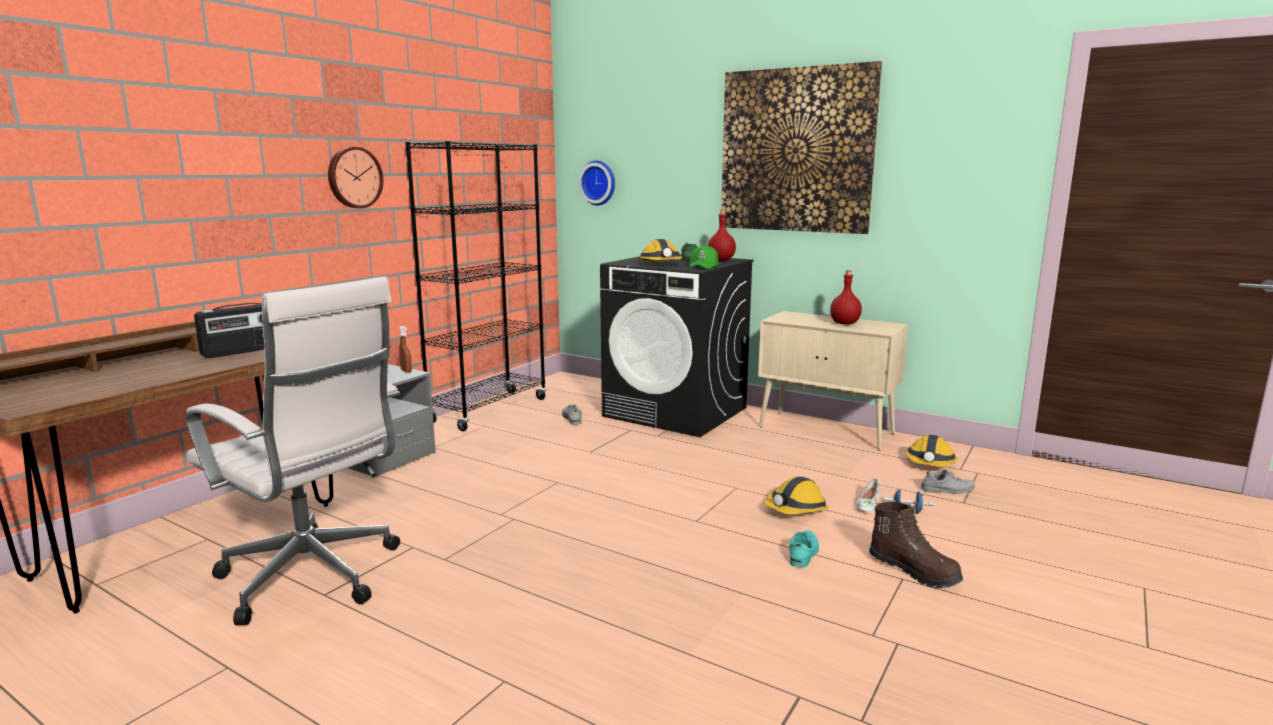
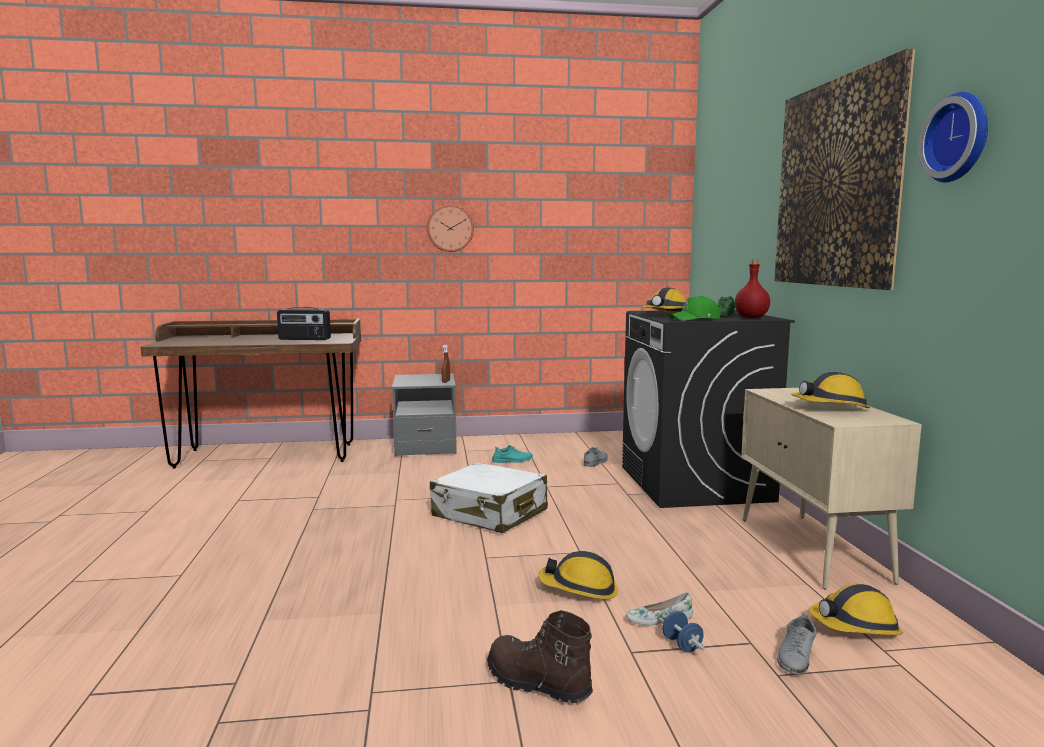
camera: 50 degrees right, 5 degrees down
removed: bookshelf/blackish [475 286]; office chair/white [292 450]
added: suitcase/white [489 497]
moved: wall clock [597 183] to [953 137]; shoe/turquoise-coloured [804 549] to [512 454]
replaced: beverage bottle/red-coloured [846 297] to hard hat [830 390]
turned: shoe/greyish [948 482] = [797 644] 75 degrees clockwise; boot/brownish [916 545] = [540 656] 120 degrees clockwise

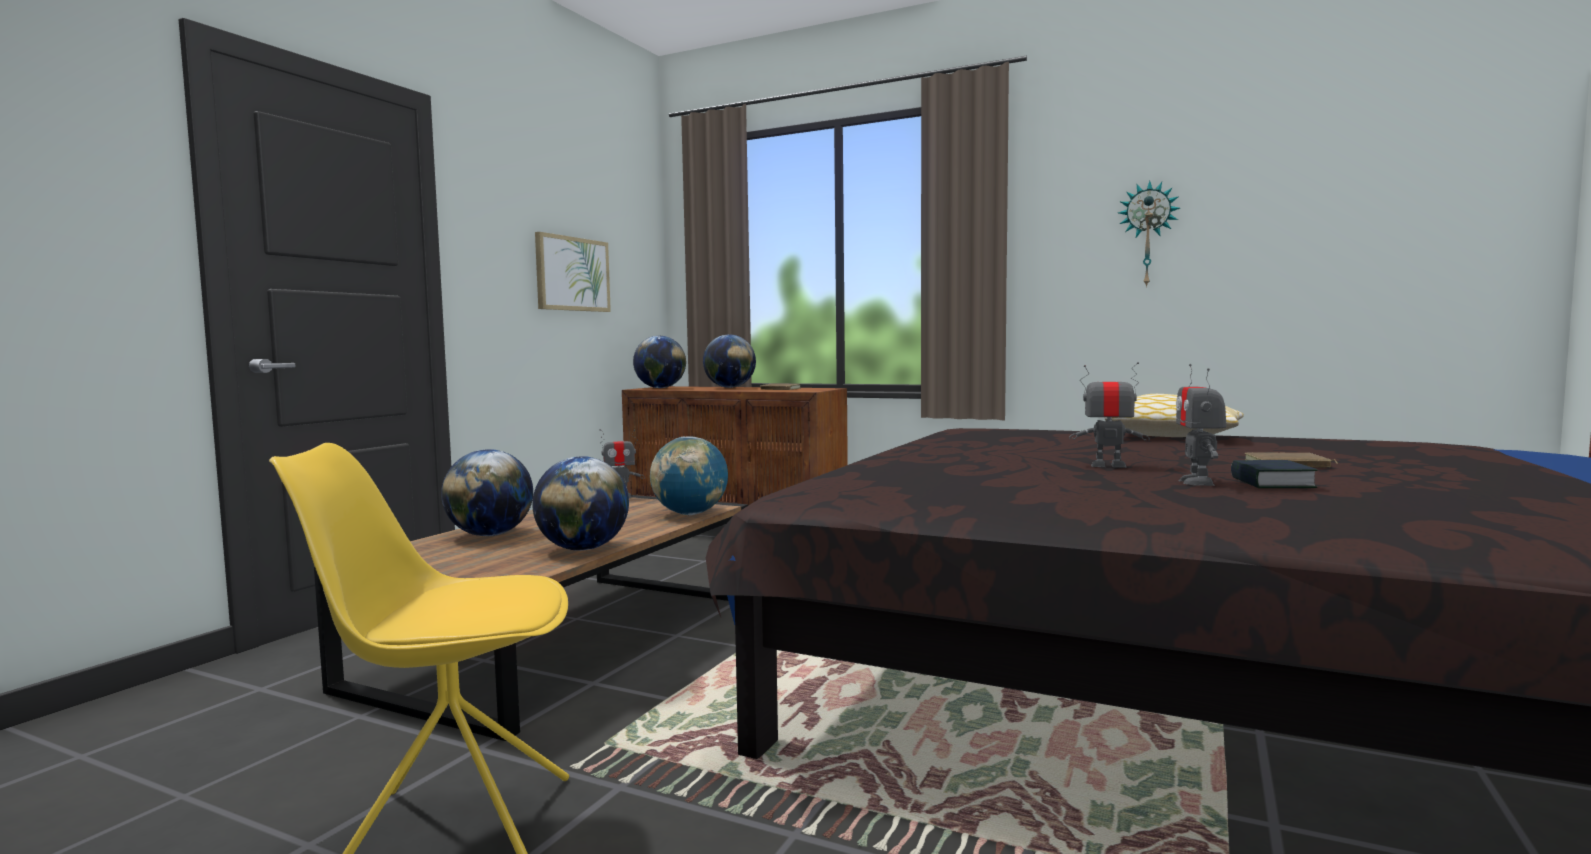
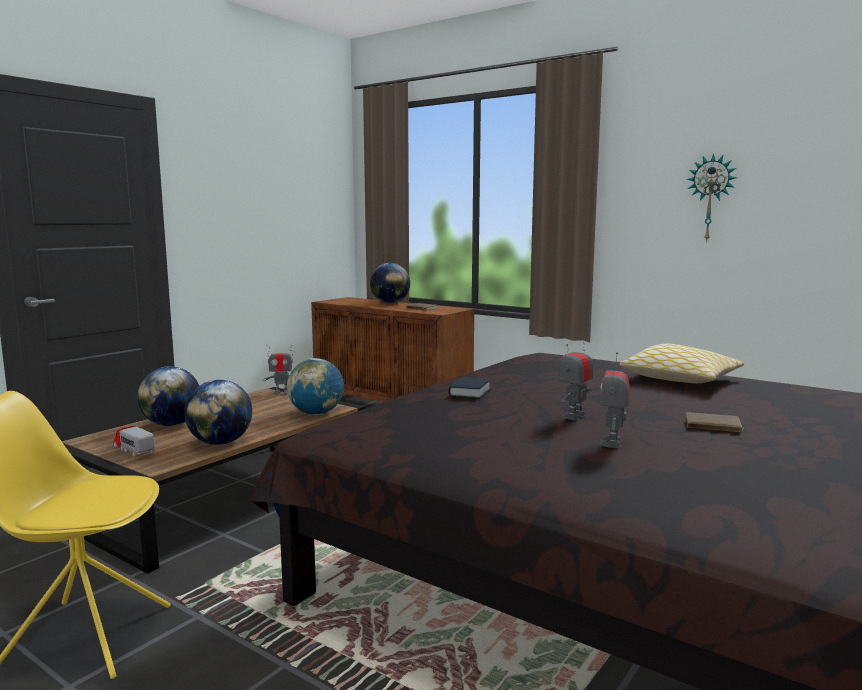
camera: 10 degrees right, 5 degrees up
removed: wall art [573 272]; desk globe [659 362]
added: model truck [134 441]
moved: bound book [1274 474] to [470 388]
turned: model robot [1109 415] = [576 378] 75 degrees counterclockwise

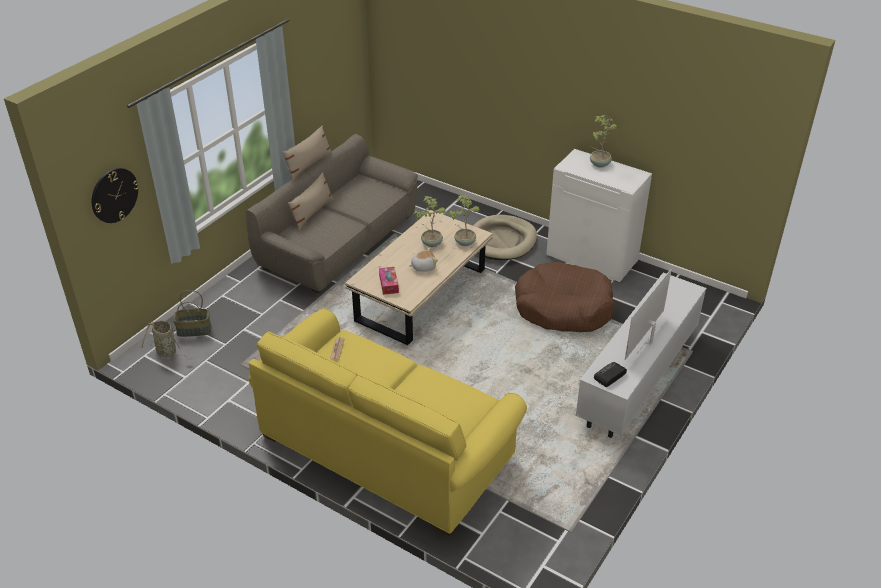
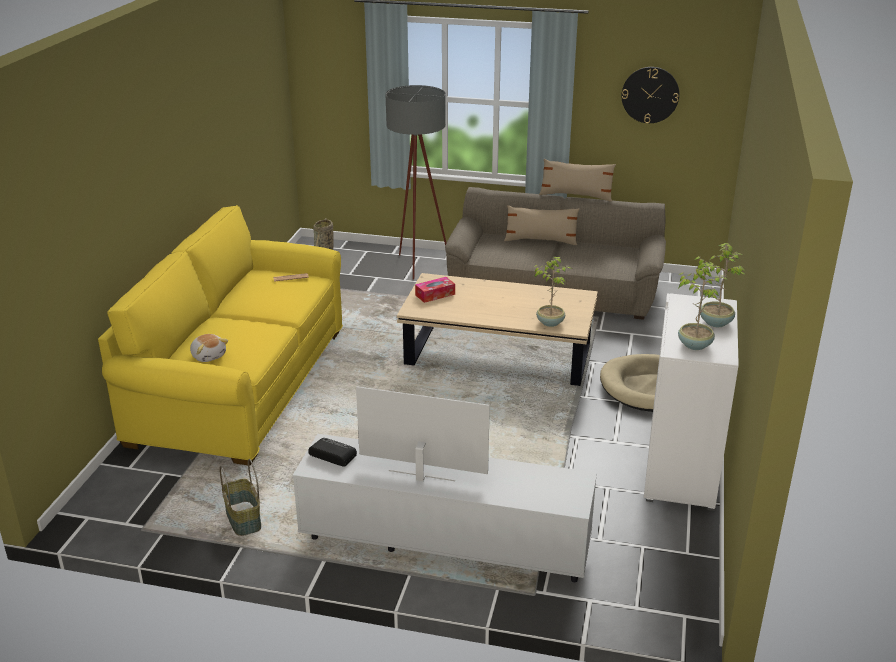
camera: 70 degrees right, 10 degrees down
removed: pet bed/brownish [564 297]
added: standing lamp/greyish [416 182]
moved: wall clock [115 195] to [650 95]; plant in a pot [430 221] to [702 306]; plush toy [423 259] to [209 348]; household basket [192 313] to [240 497]

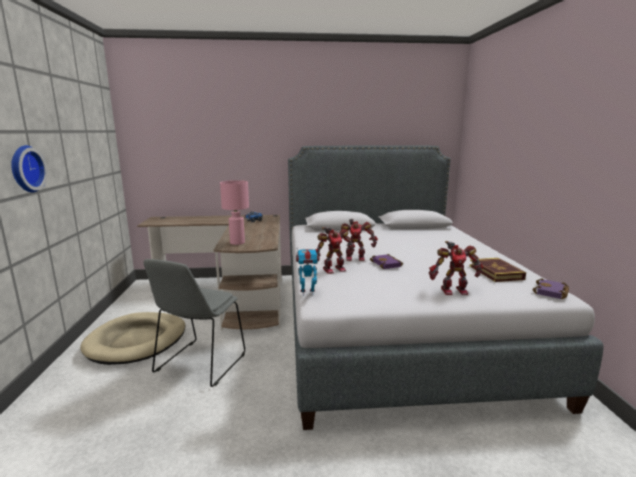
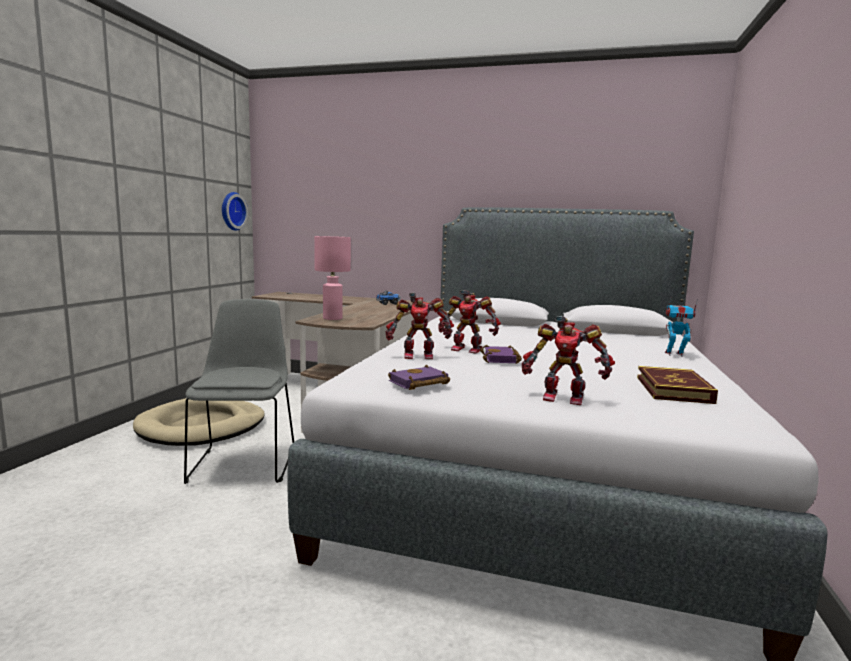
camera: 20 degrees right, 5 degrees down
moved: wall clock [29 169] to [235 211]; model robot [307 272] to [681 327]; bound book/purple [551 288] to [419 377]
turned: chair/greyish [194 323] = [239 391] 135 degrees clockwise

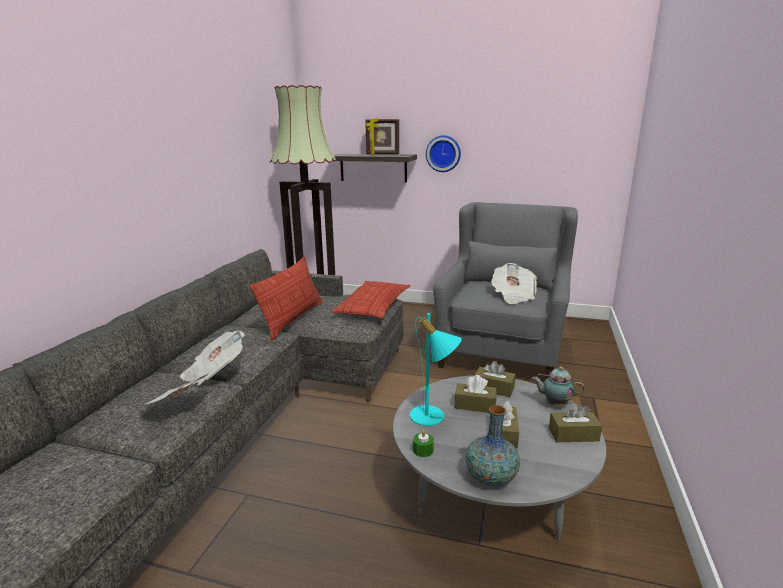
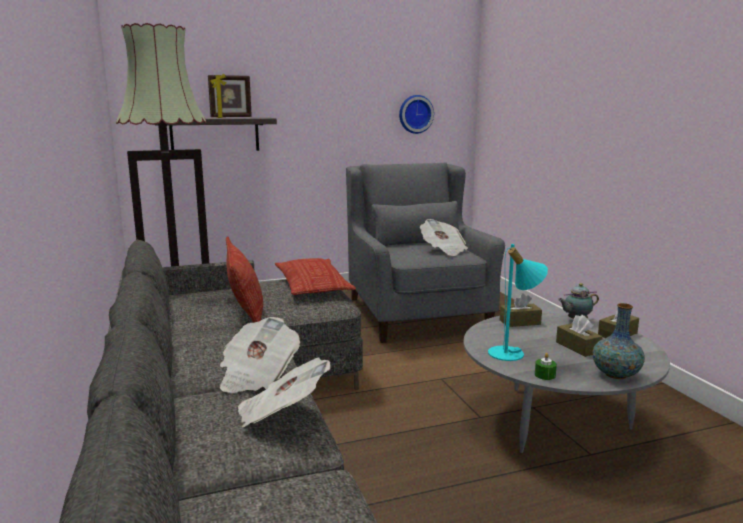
camera: 35 degrees left, 5 degrees down
removed: tissue holder/brownish [476 394]
moved: wall clock [443 153] to [416 114]

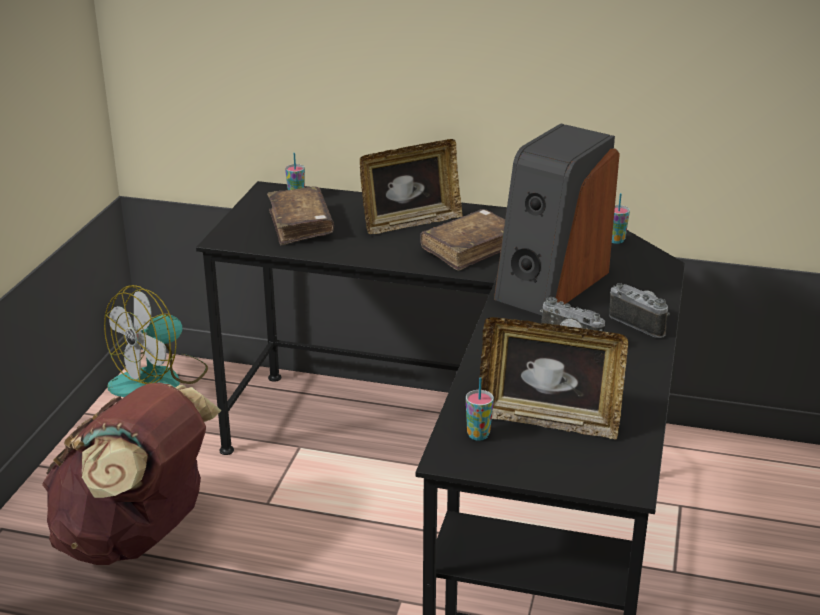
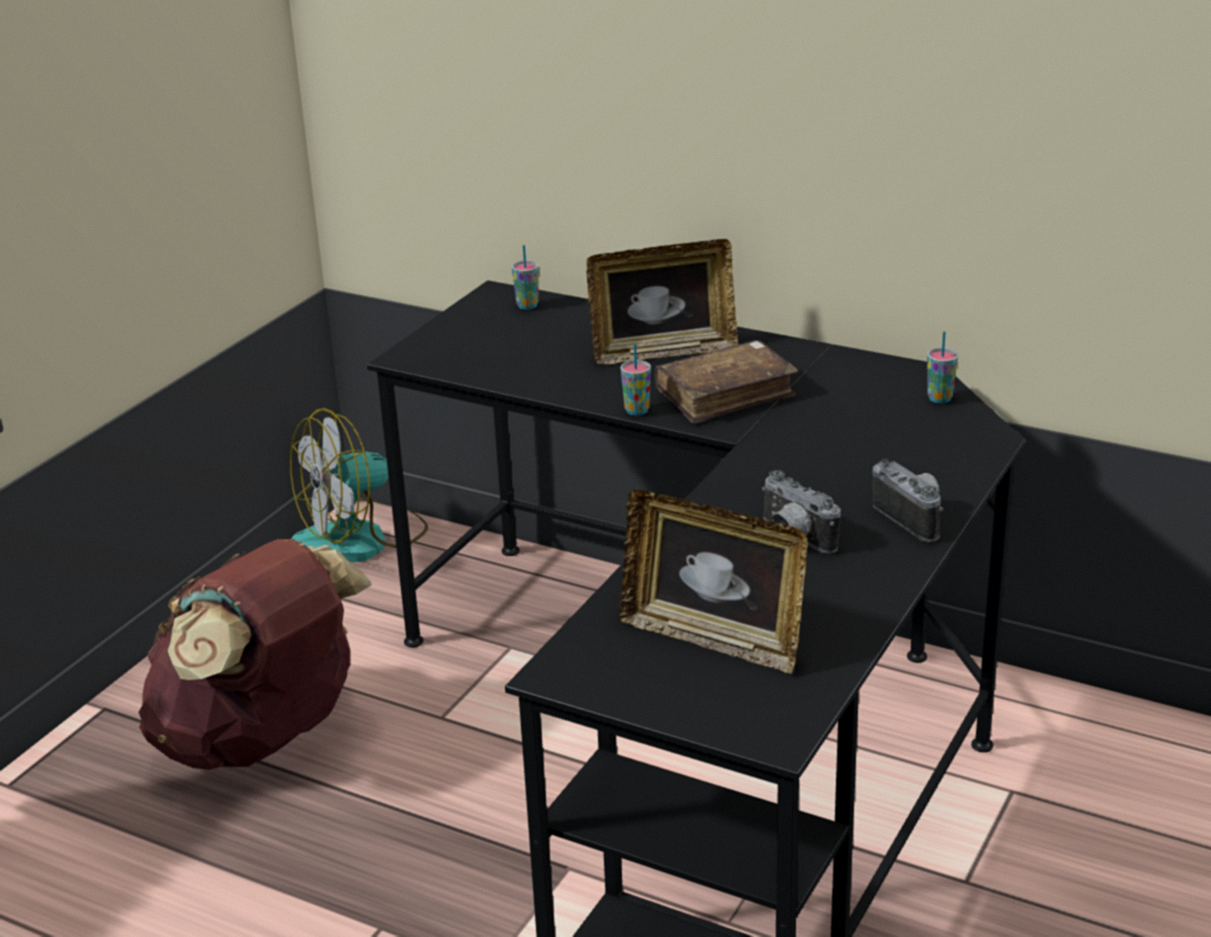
camera: 15 degrees right, 0 degrees up
removed: loudspeaker [557 219]; bound book/brownish [300 215]
moved: cup [480 409] to [636 380]

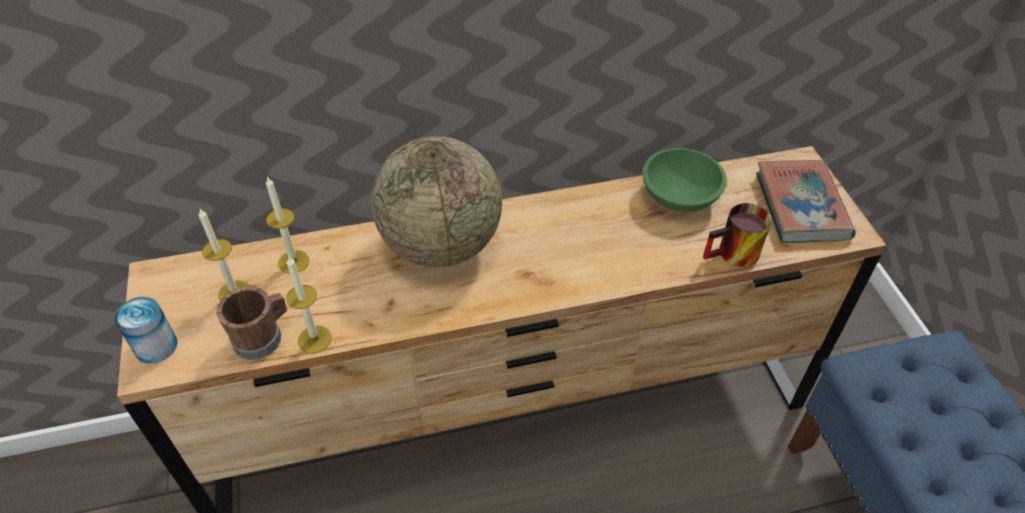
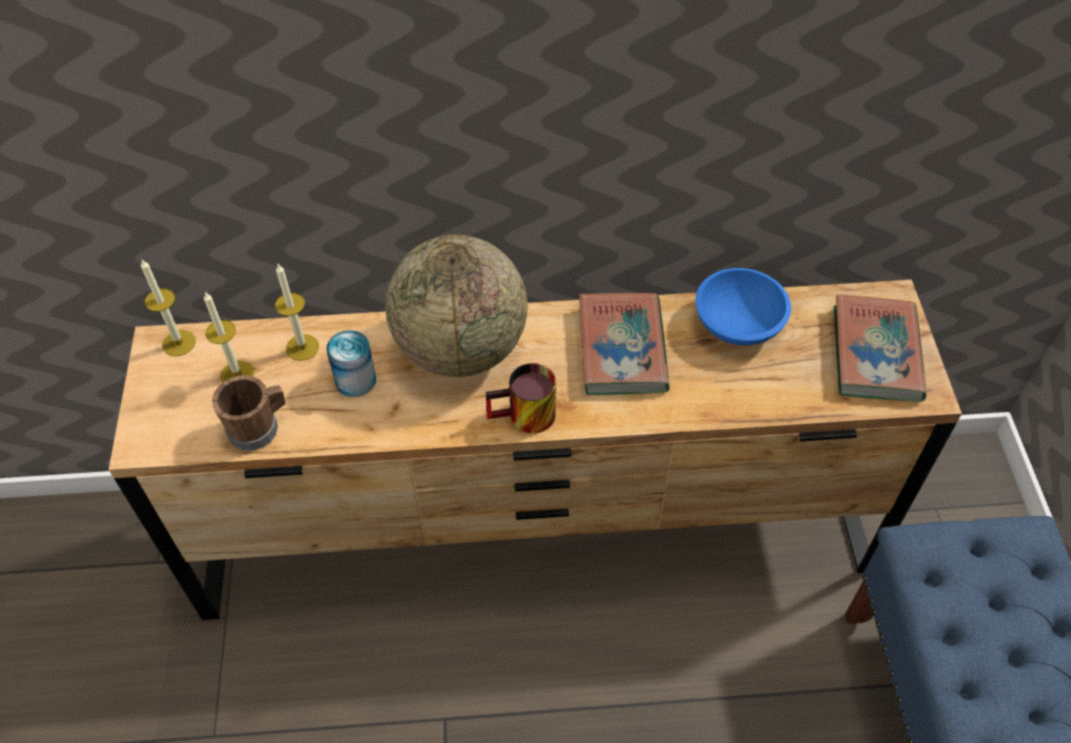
camera: 10 degrees right, 5 degrees up
added: bound book [624 344]
moved: mug [737 235] to [521 398]; wax light [309 305] to [168 308]; can [146 330] to [351 363]
recoloured: serving bowl/green-coloured [684 180] to serving bowl/bluish [743 306]

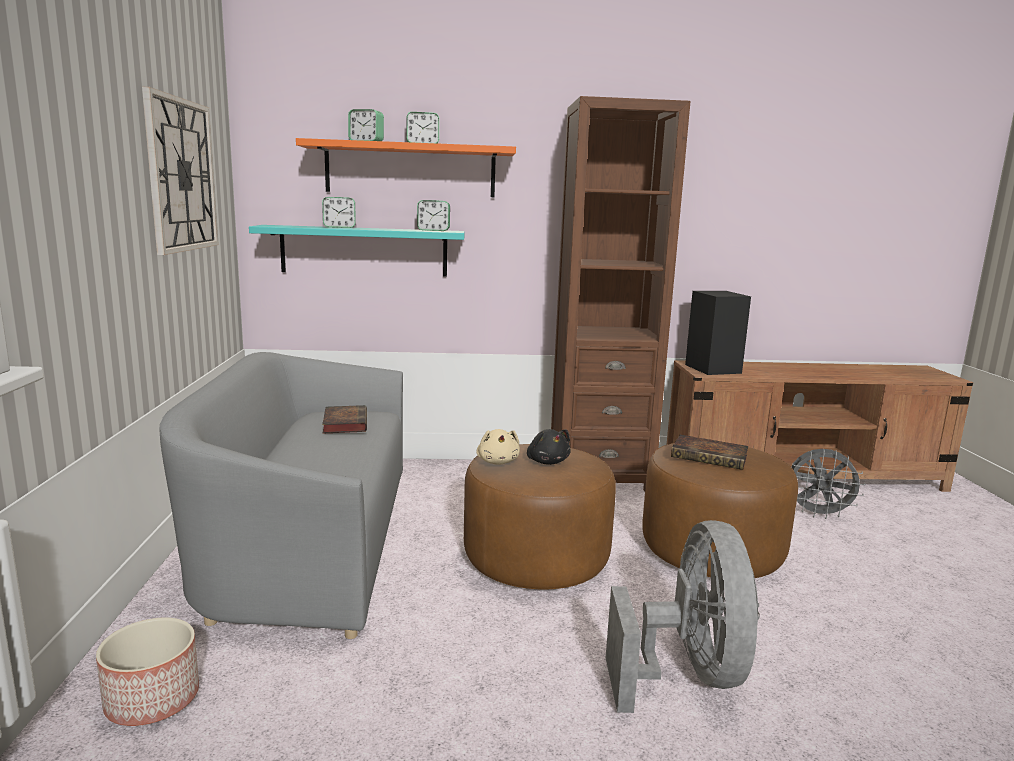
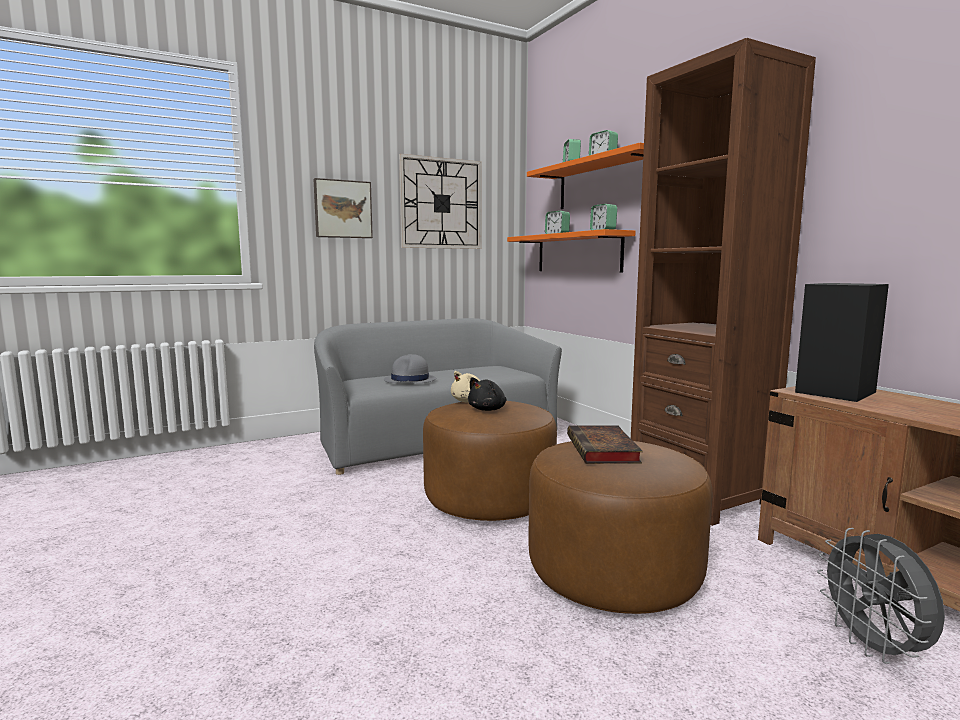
camera: 65 degrees right, 5 degrees down
removed: bound book [344 419]; fan/greyish [683 616]; plant pot [147 671]
added: wall art [343 208]; hat/greyish [410 368]
recoloured: bracket shelf/turquoise-coloured [357 251] to bracket shelf/orange [571 251]

